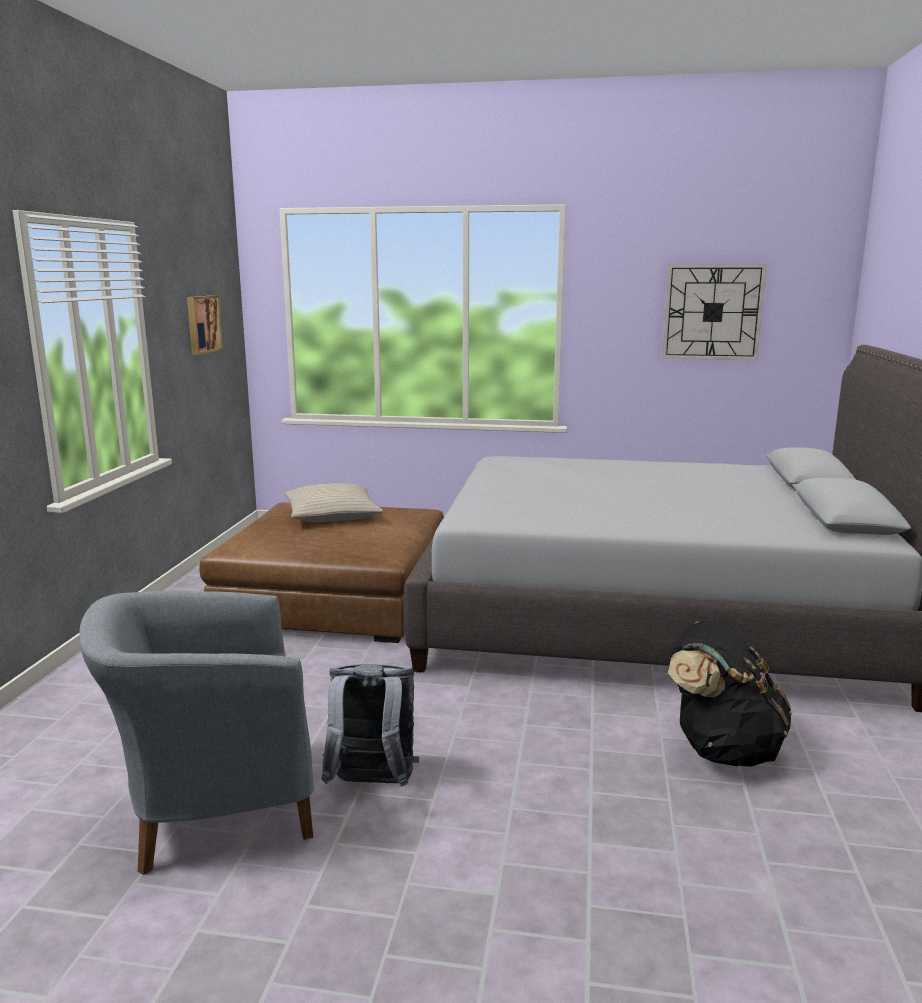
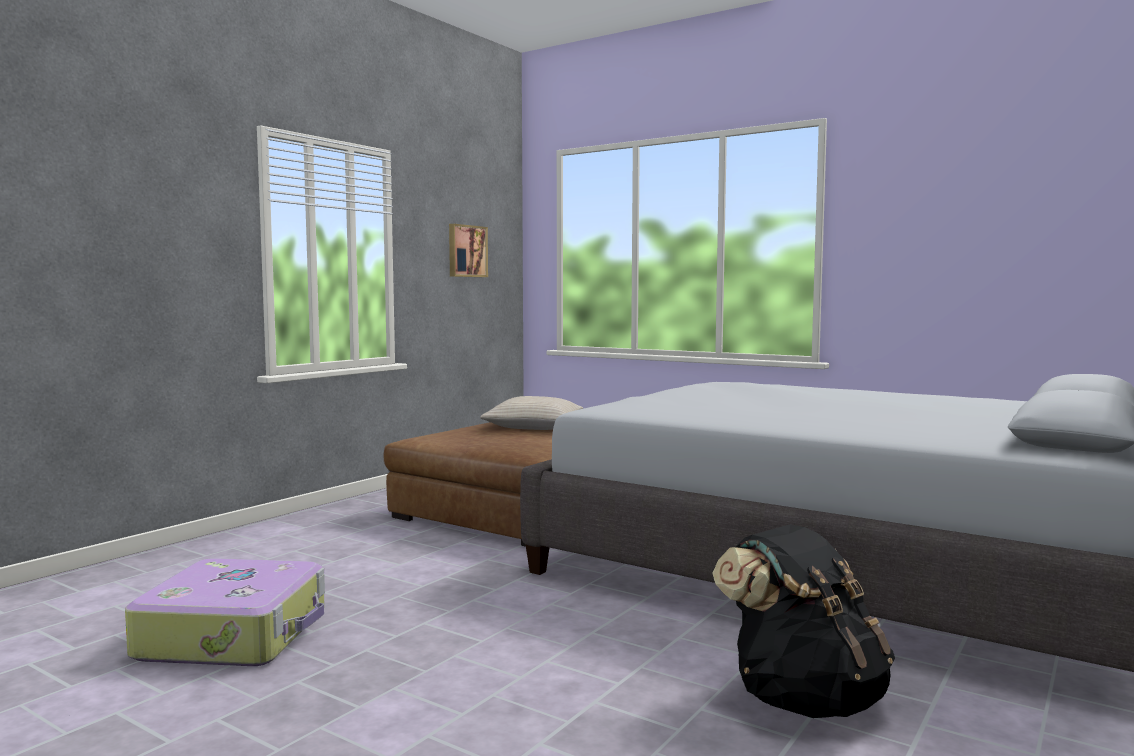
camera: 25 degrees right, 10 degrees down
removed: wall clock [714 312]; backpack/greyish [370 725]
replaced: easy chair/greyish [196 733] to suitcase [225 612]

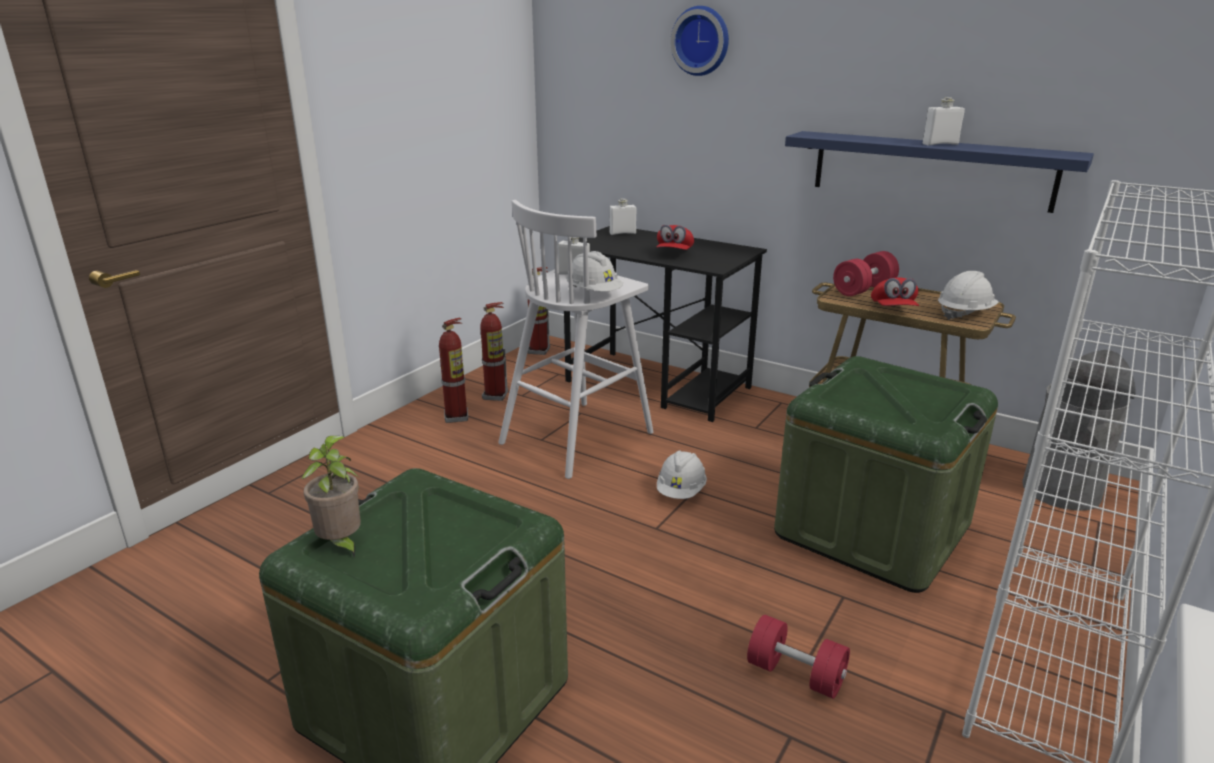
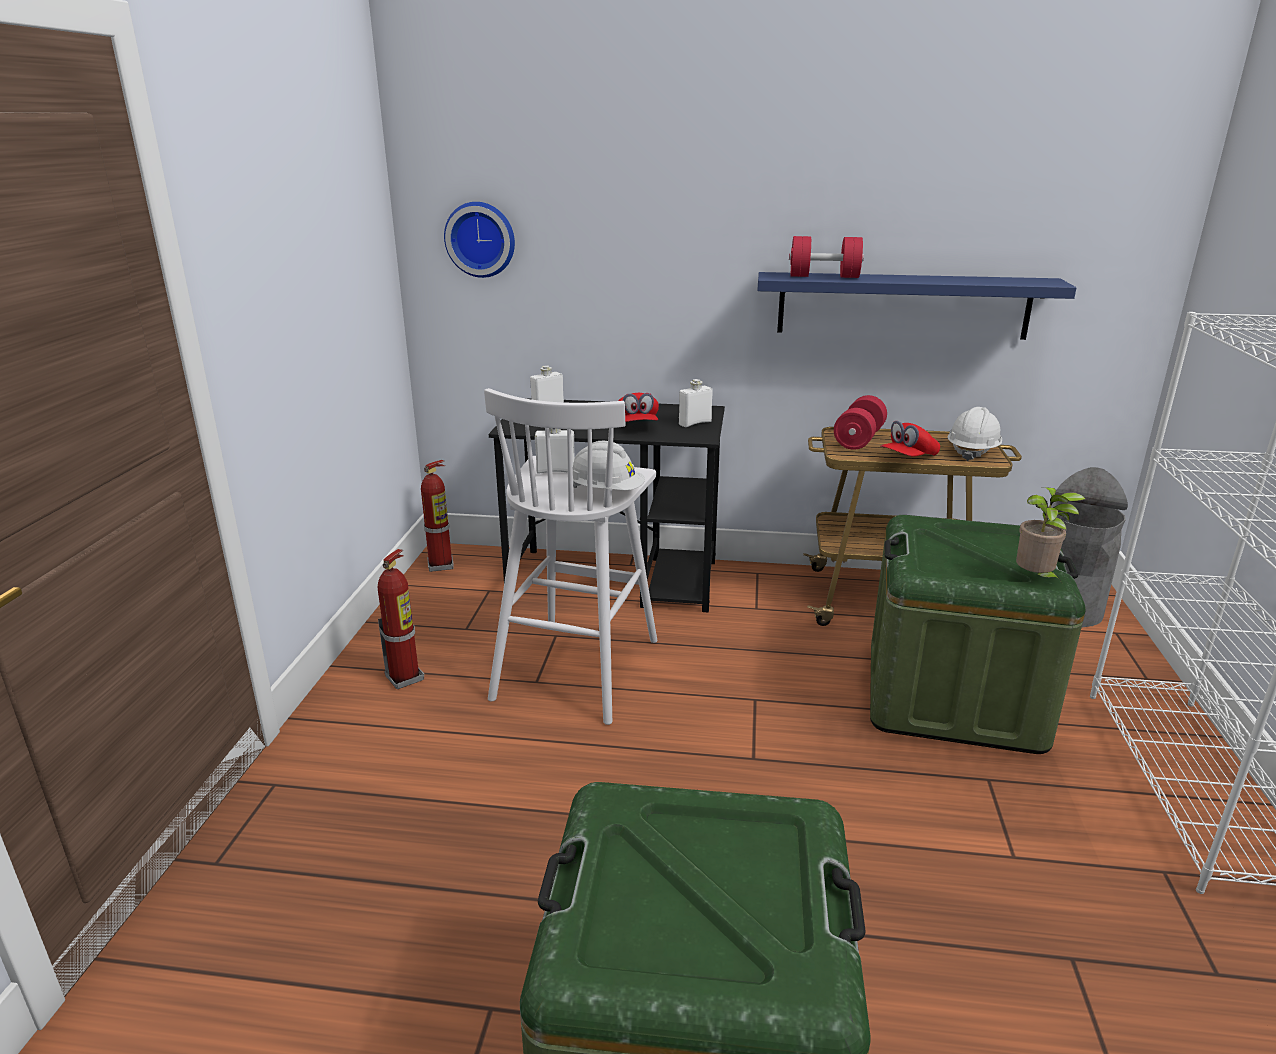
camera: 25 degrees left, 0 degrees up
removed: extinguisher [494 351]; hard hat/white [682 474]
moved: wall clock [699 41] to [479 240]; beverage bottle/white [944 121] to [696 403]; plant in a pot [331 496] to [1051 535]; free weight/red-coloured [798 657] to [826 257]
turned: cap/red-coloured [895 292] = [910 439] 75 degrees clockwise

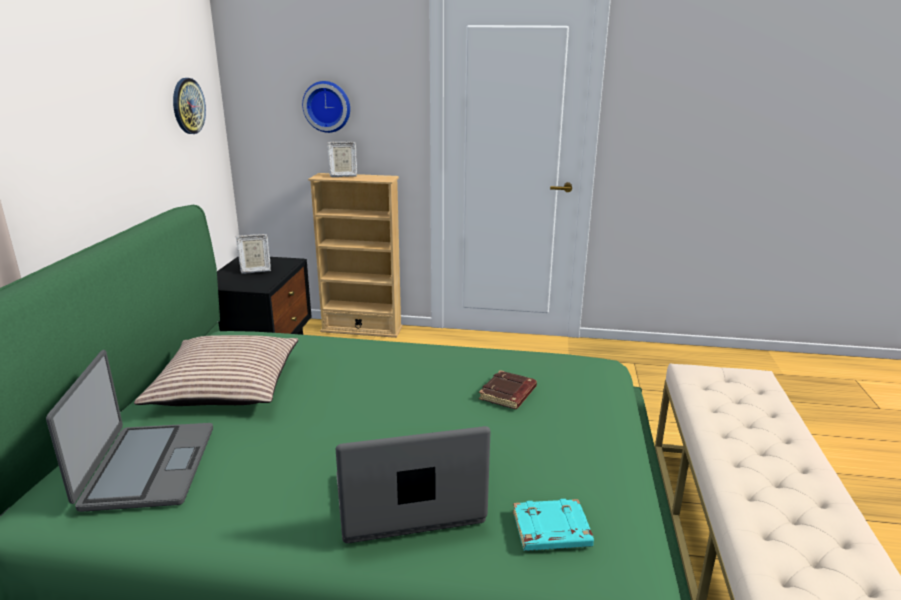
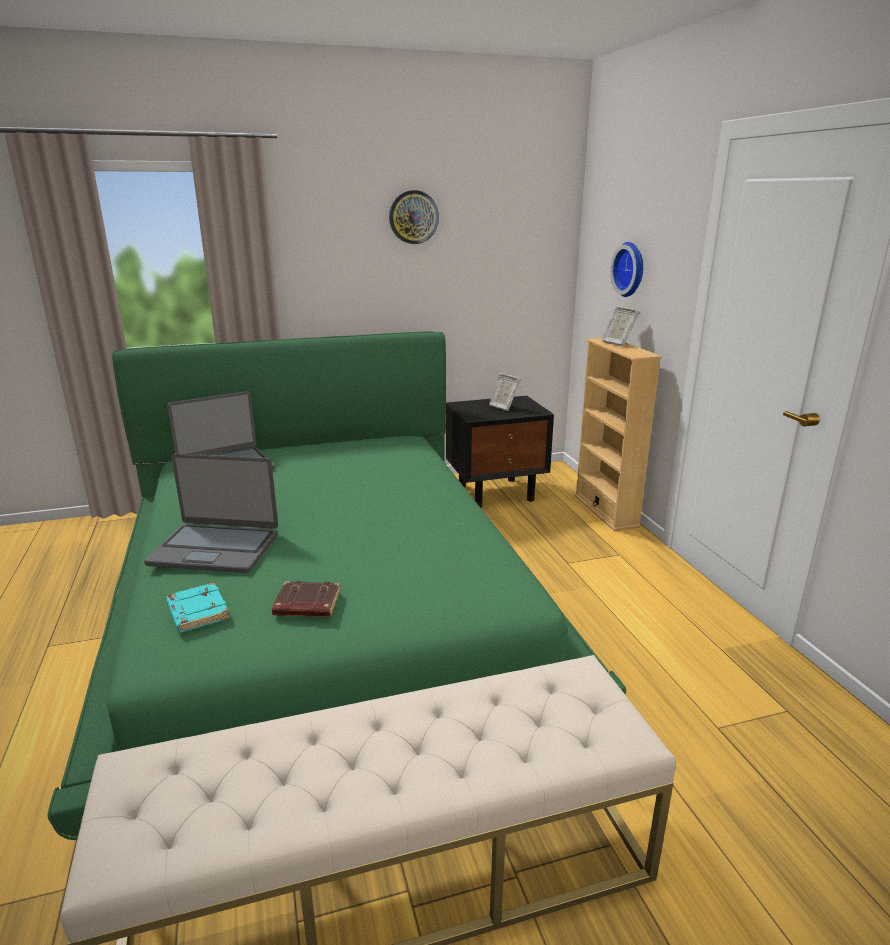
camera: 65 degrees right, 0 degrees up
removed: cushion [216 370]
moved: wall clock [189 106] to [414 217]; bound book/brownish [508 389] to [306 599]
turned: notebook computer [413 484] = [211 513] 135 degrees clockwise

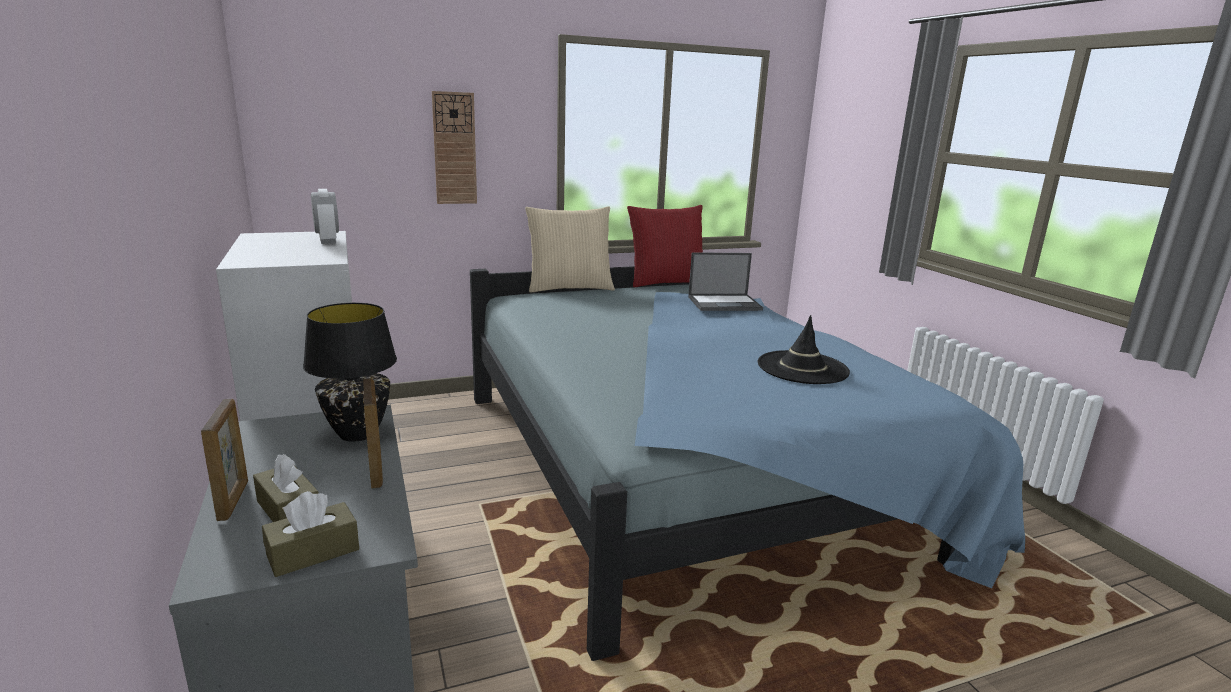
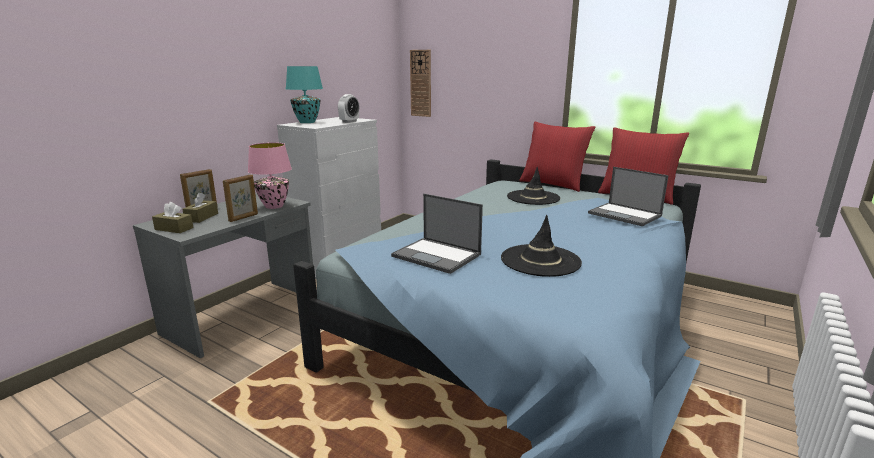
camera: 55 degrees right, 0 degrees up
added: tabletop lamp/turquoise-coloured [304 94]; hat/blackish [533 186]; notebook computer [437 234]
moved: wall clock [454 147] to [420 83]
recoloured: cushion/beige-coloured [570 249] to cushion/red-coloured [557 157]; tabletop lamp/blackish [350 372] to tabletop lamp/pink [270 175]

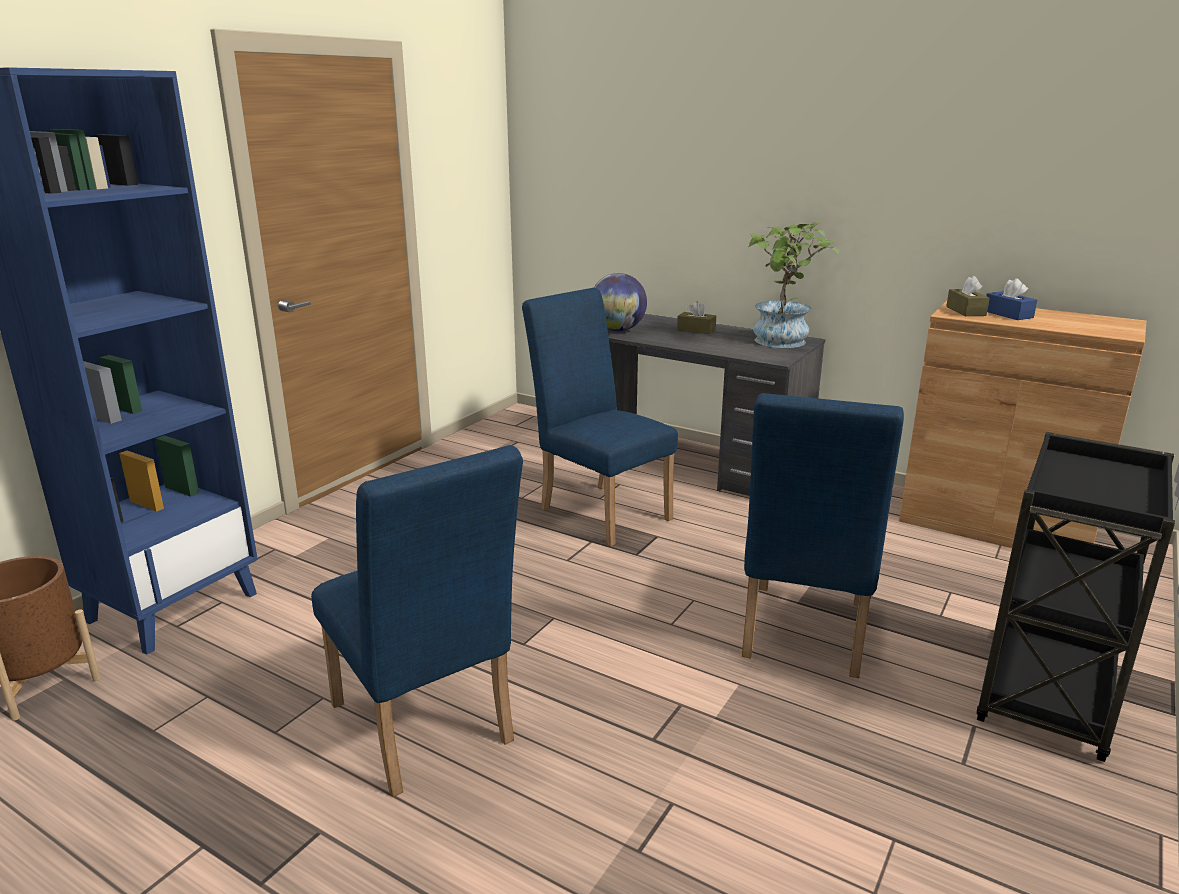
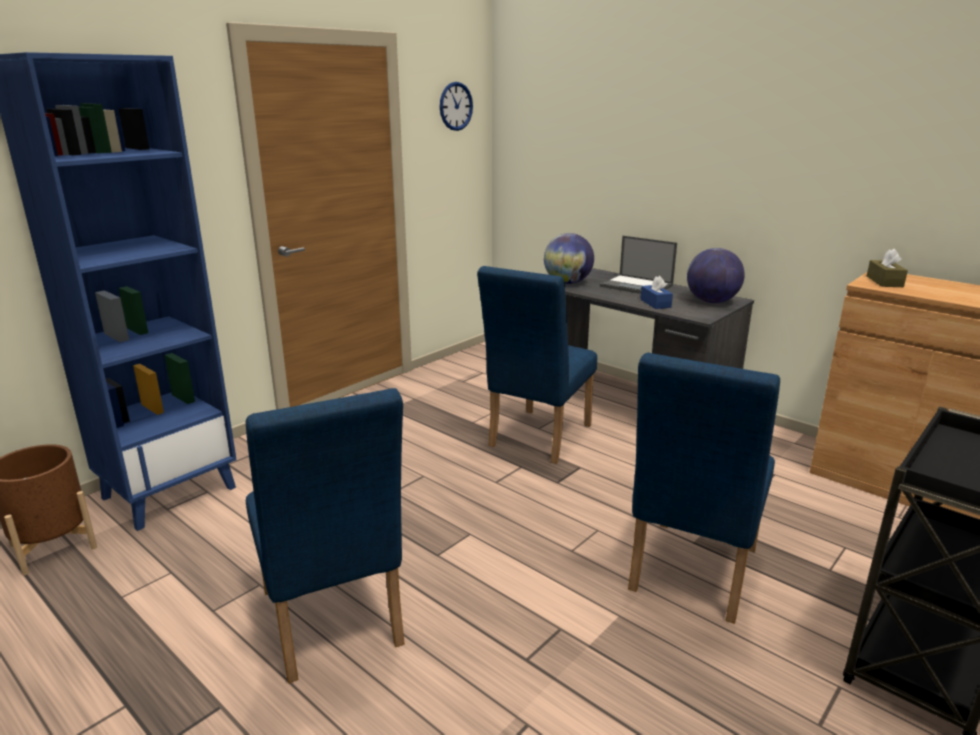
camera: 10 degrees right, 0 degrees up
added: wall clock [456 106]
moved: tissue holder/bluish [1012 299] to [656 292]
replaced: plant in a pot [794 285] to desk globe [716 275]; tissue holder/brownish [696 317] to notebook computer [638 265]
turned: chair/bluish [600 417] = [537 365] 120 degrees counterclockwise

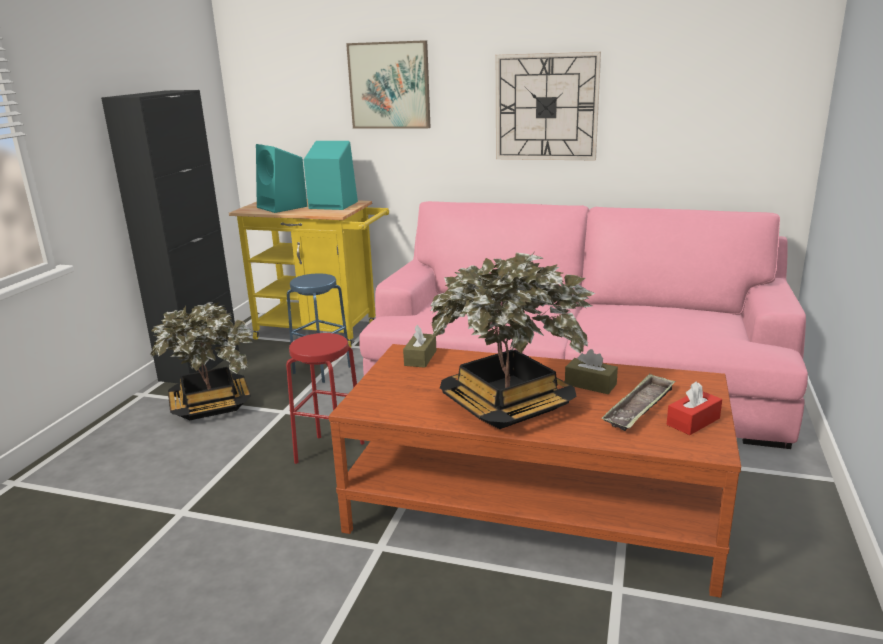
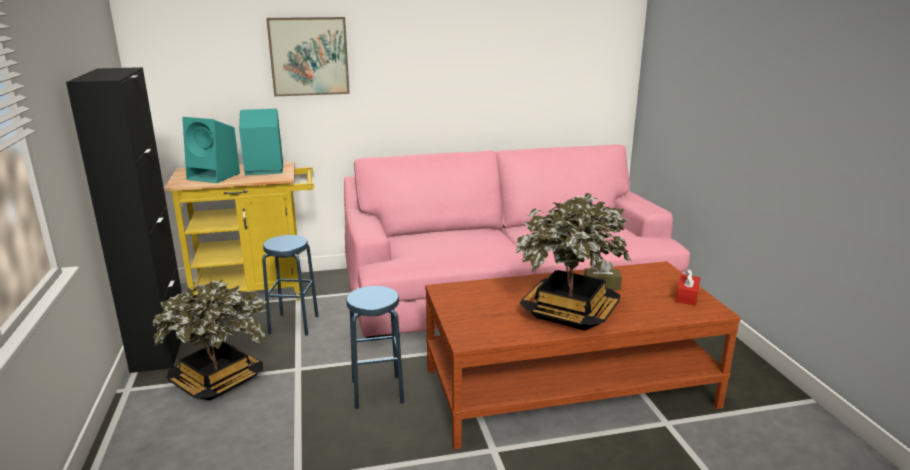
camera: 30 degrees left, 0 degrees up
removed: wall clock [548 106]; tissue holder/brownish [420 346]; tray [638 402]
recoloured: stool seat/red-coloured [325 398] to stool seat/bluish [375 347]

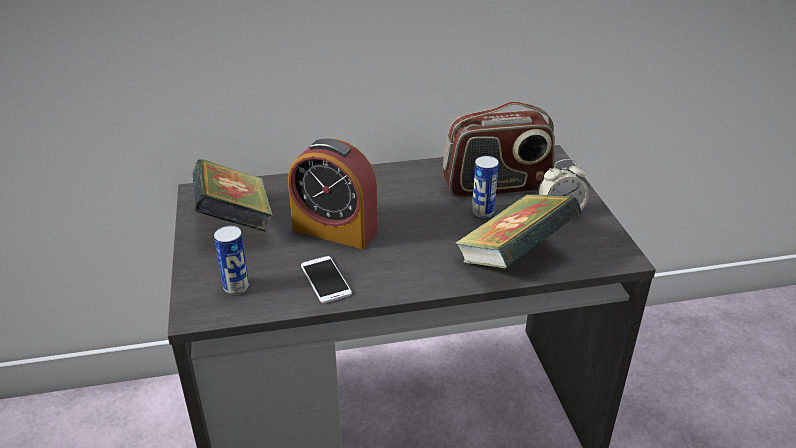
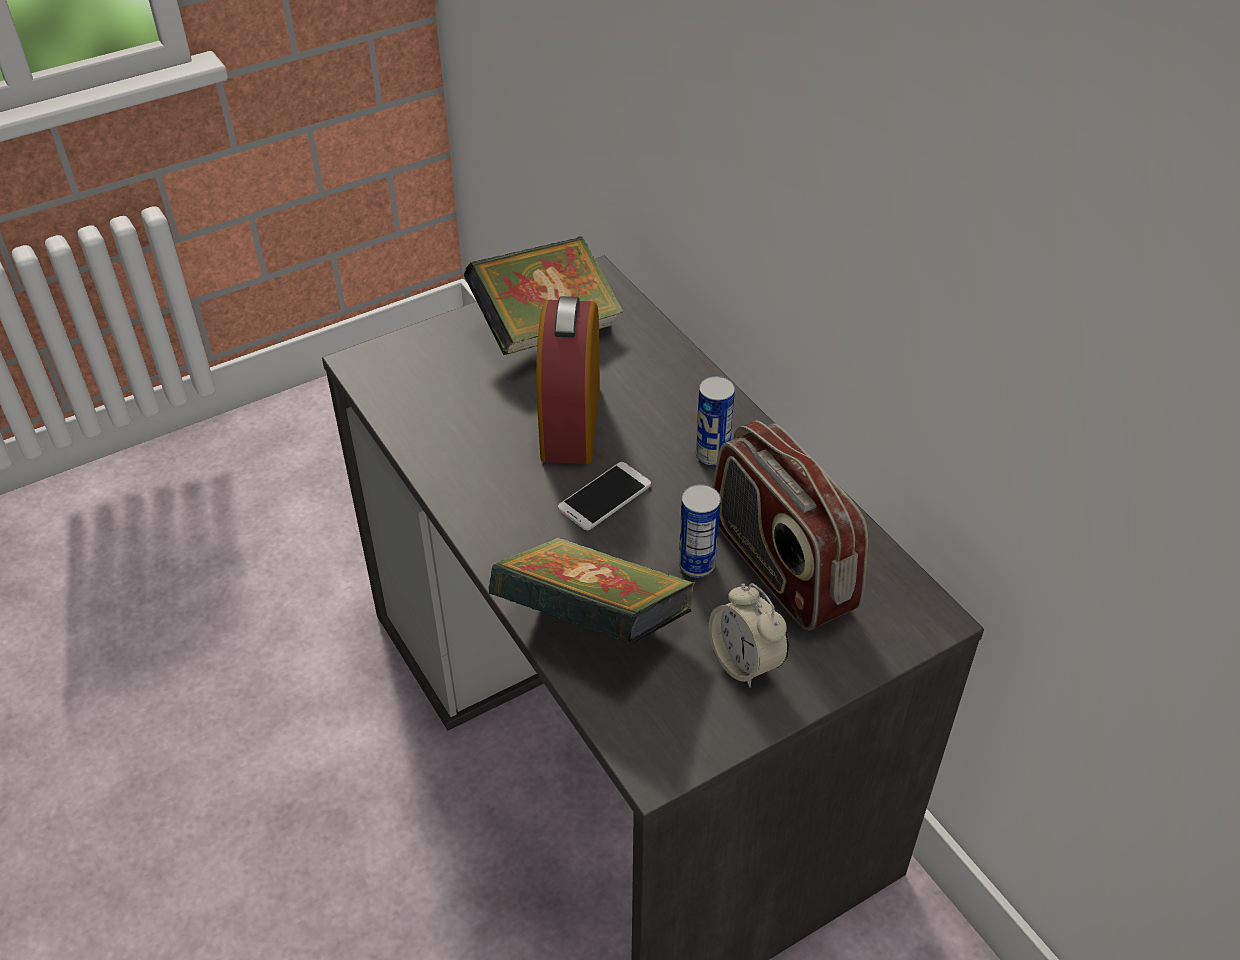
camera: 70 degrees right, 10 degrees up
moved: can [231 260] to [715 420]; handset [326 279] to [604 496]

